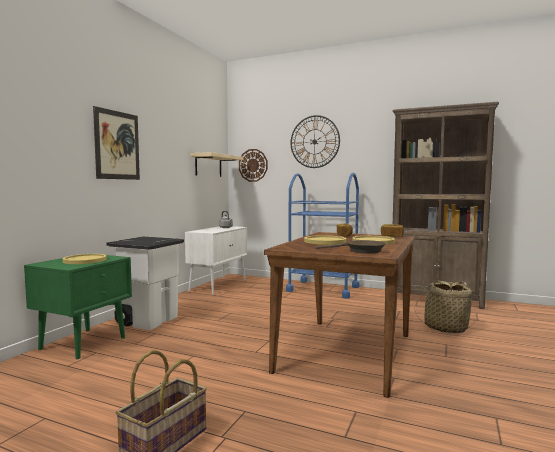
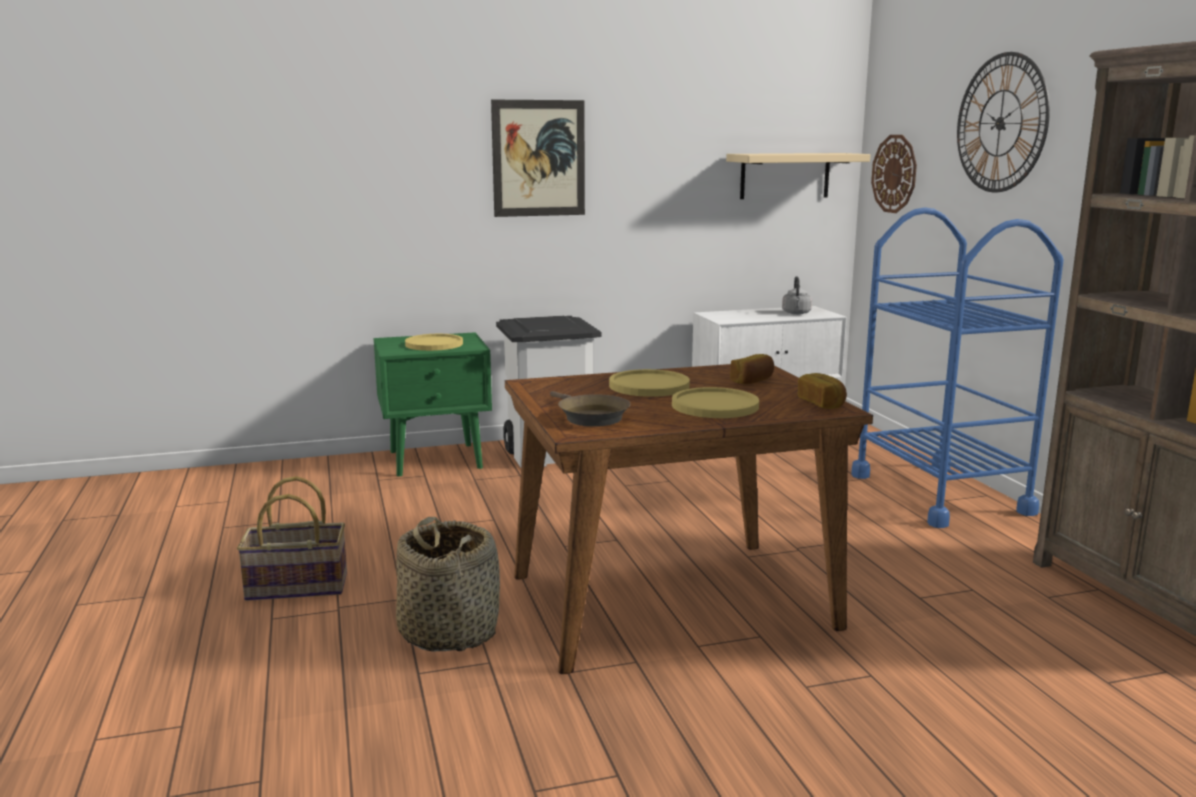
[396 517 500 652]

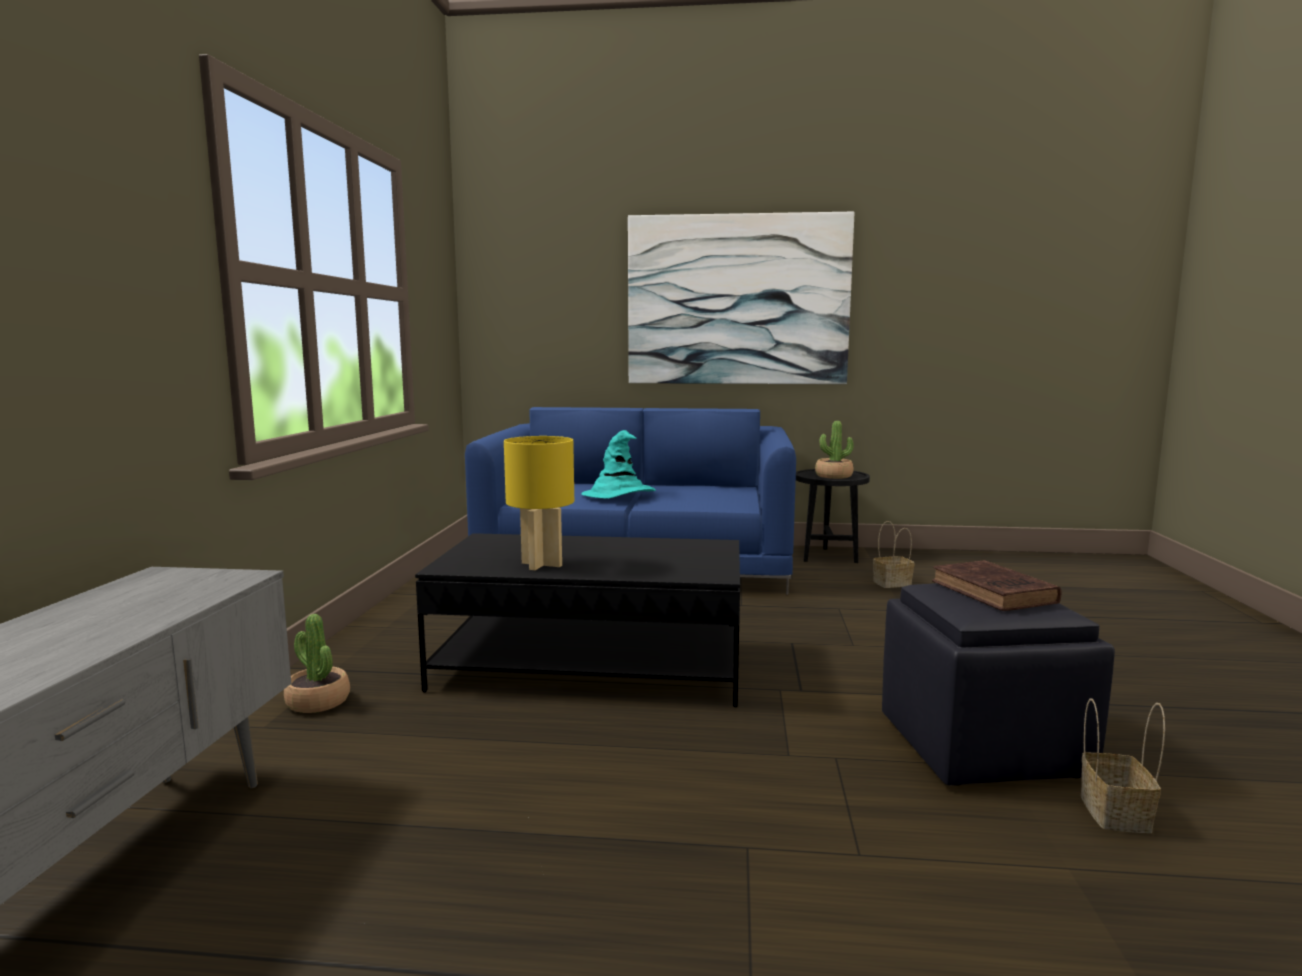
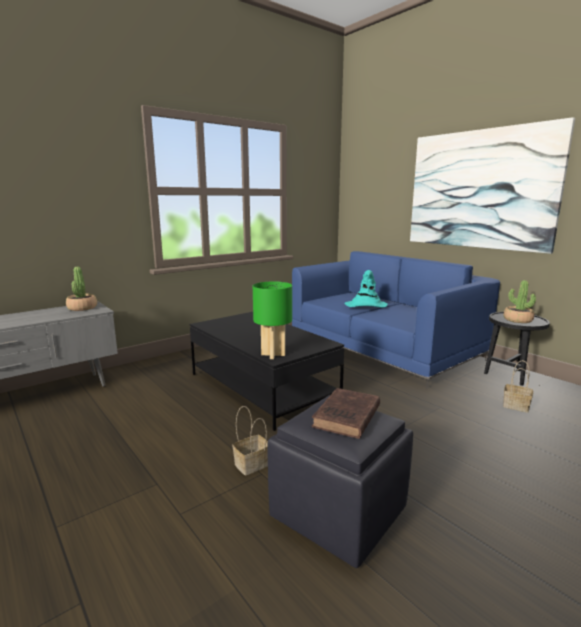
[504 436 574 570] (first image)
[253 281 292 359]
[66 267 97 311]
[233 406 268 475]

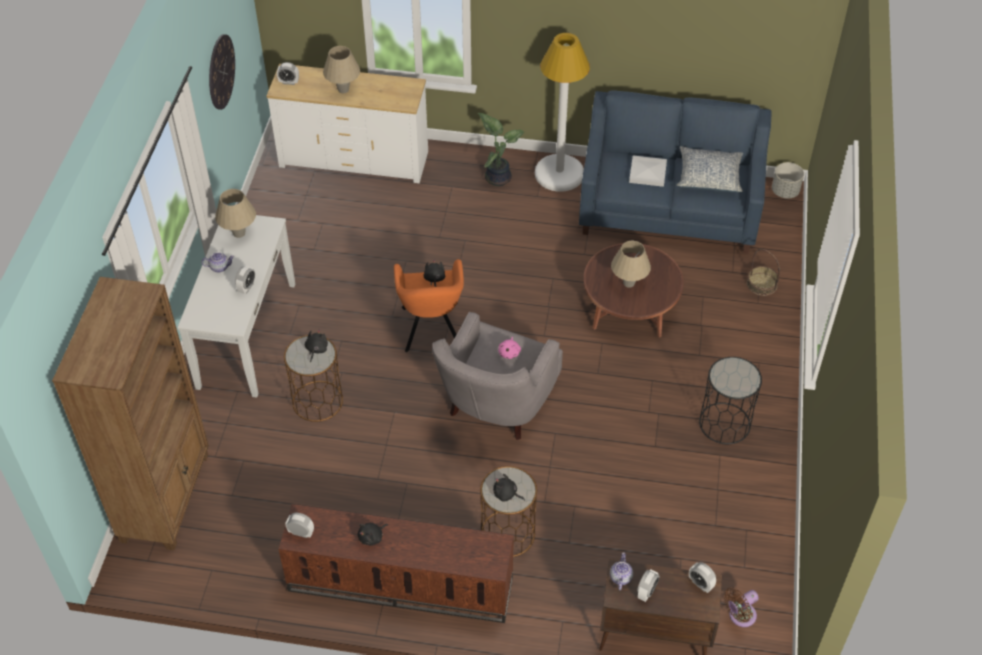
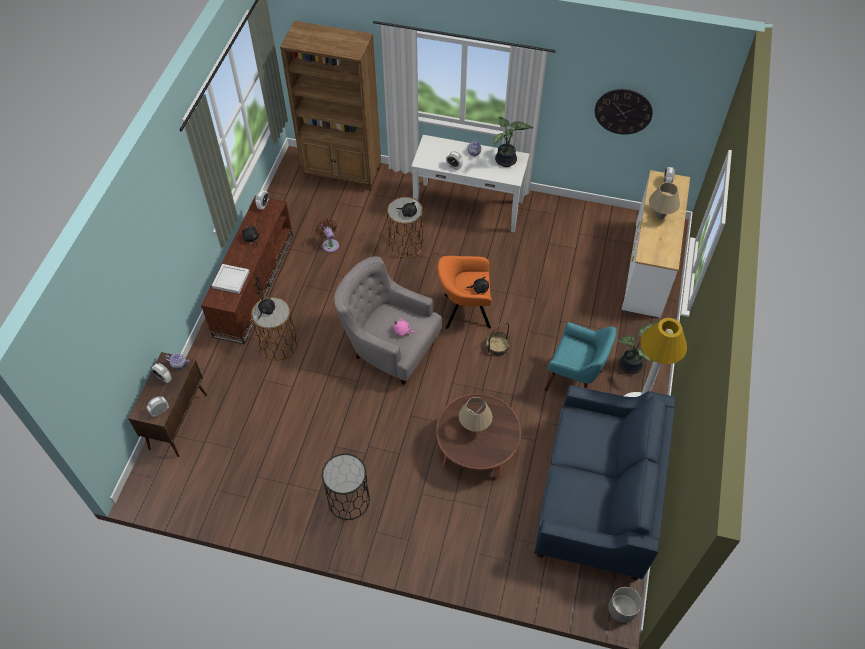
[676 146 743 193] (first image)
[545 322 617 391]
[212 264 249 294]
[315 219 339 253]
[485 322 510 357]
[493 117 533 167]

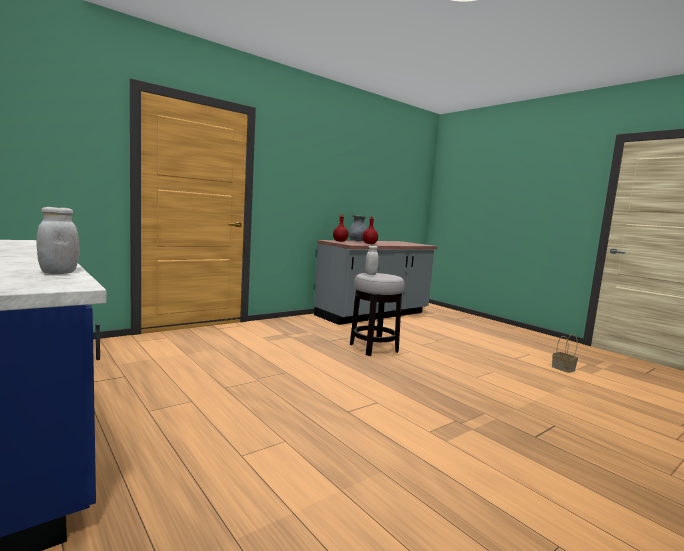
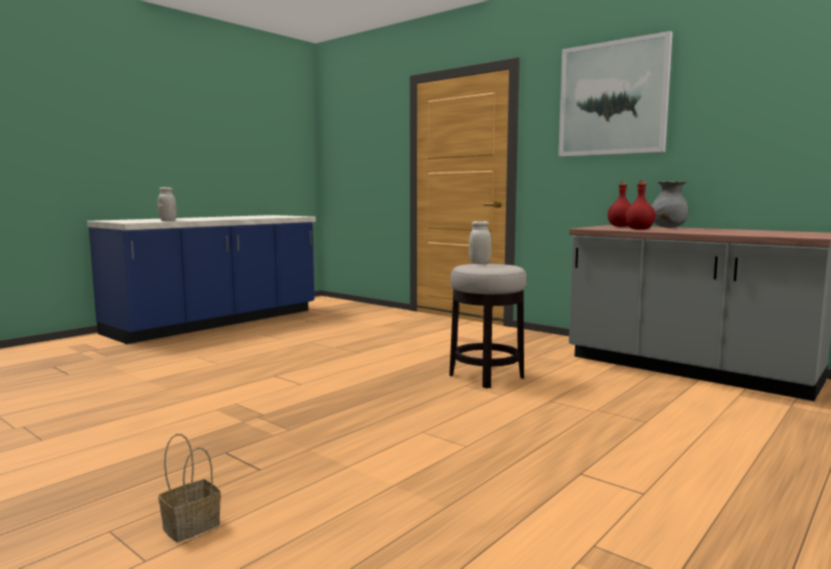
[558 31 673 157]
[158 434 221 542]

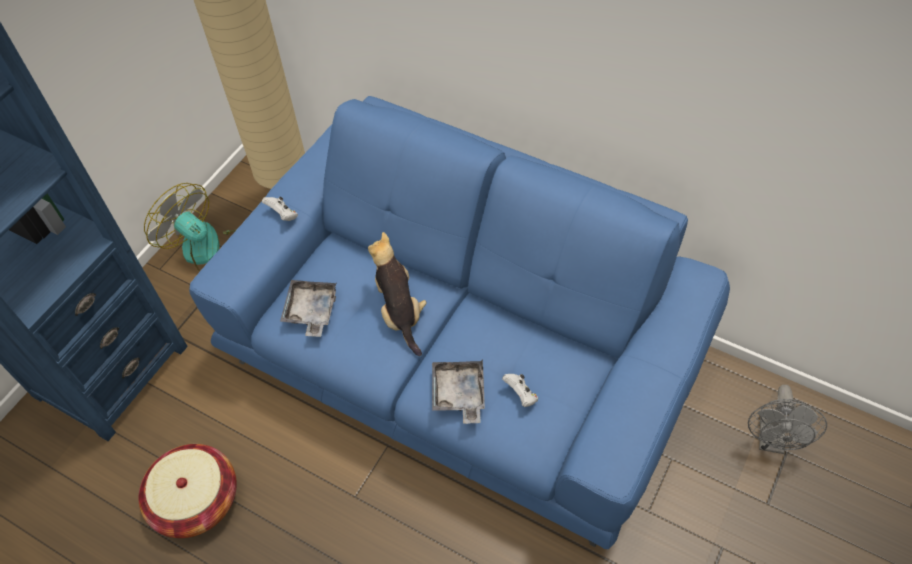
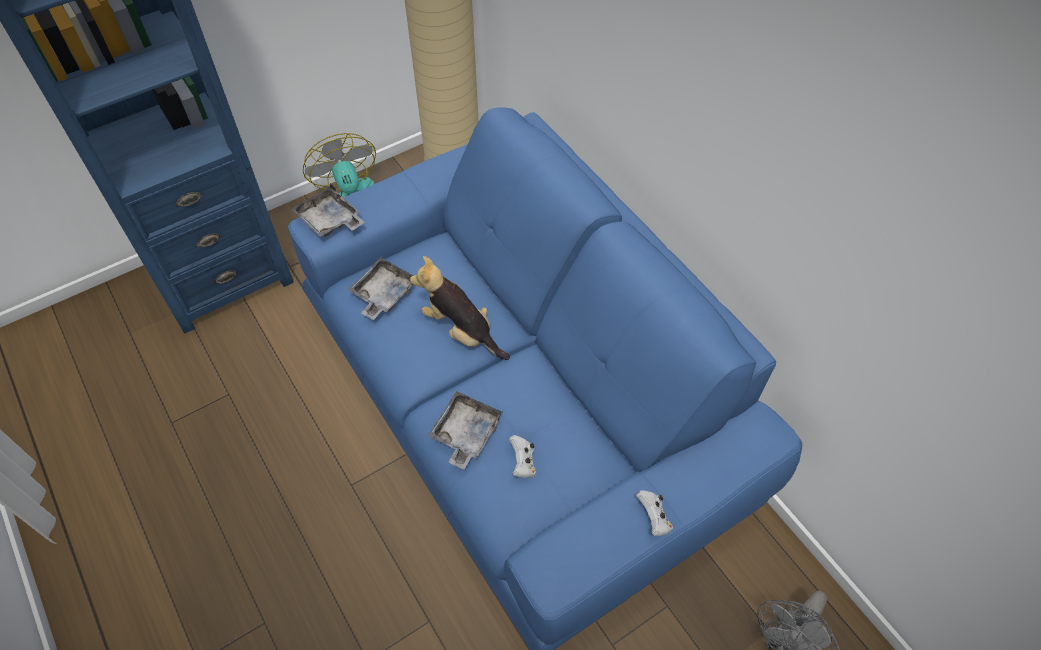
[139 444 237 538] (first image)
[291 183 365 237]
[636 490 673 536]
[410 256 510 360]

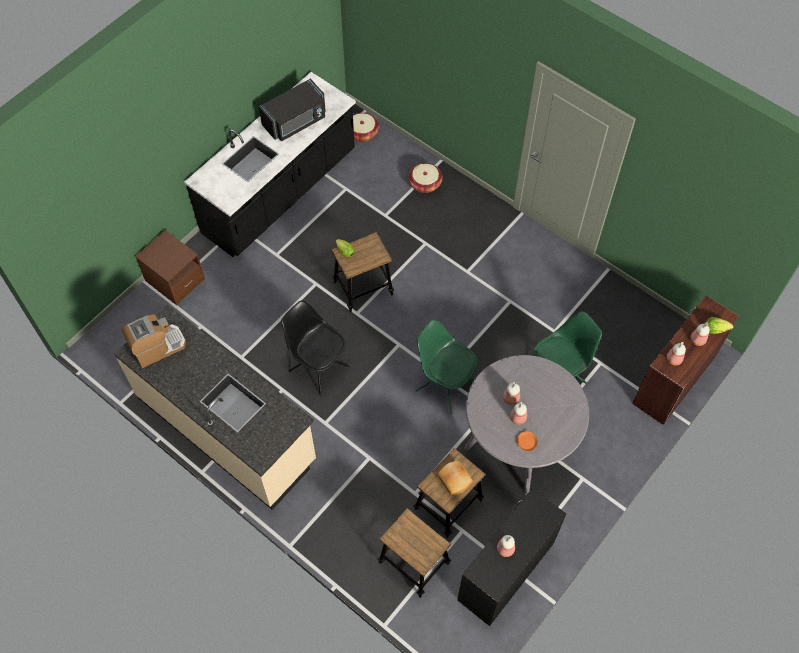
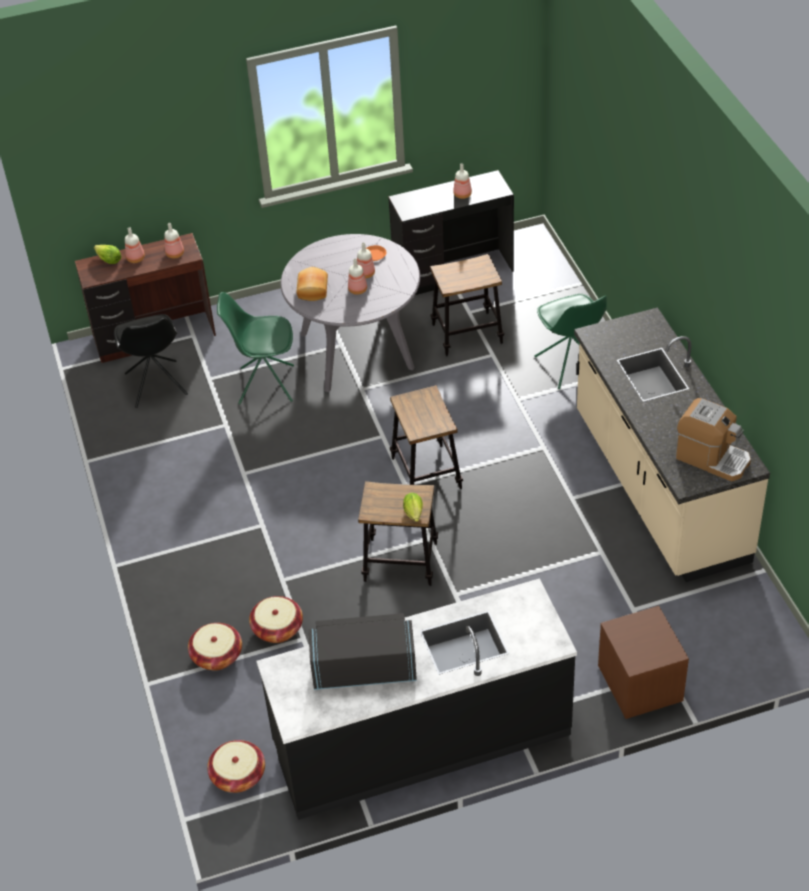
[249 596 303 643]
[114 314 188 408]
[390 385 463 489]
[534 294 607 389]
[297 267 328 301]
[676 398 751 482]

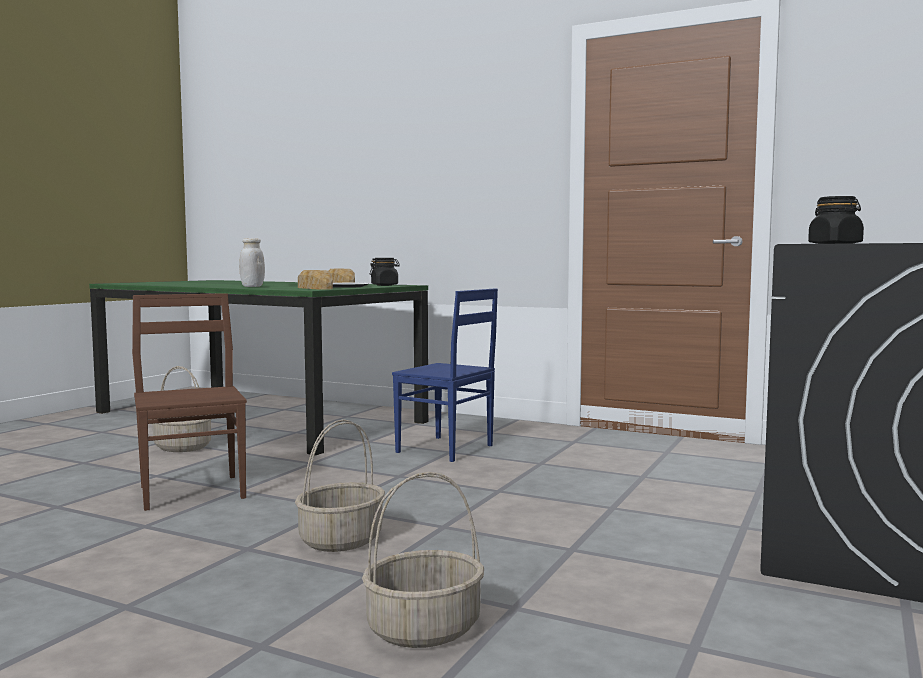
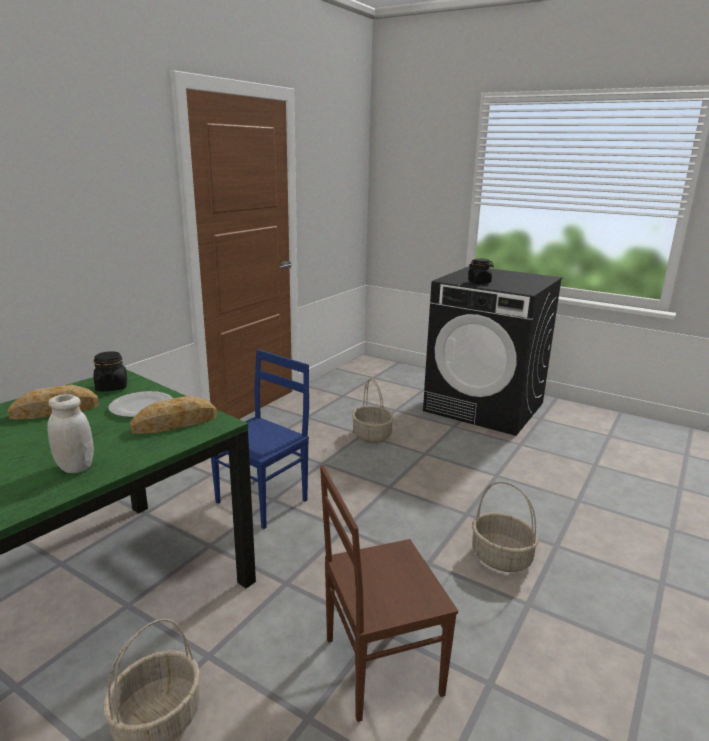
[352 378 394 443]

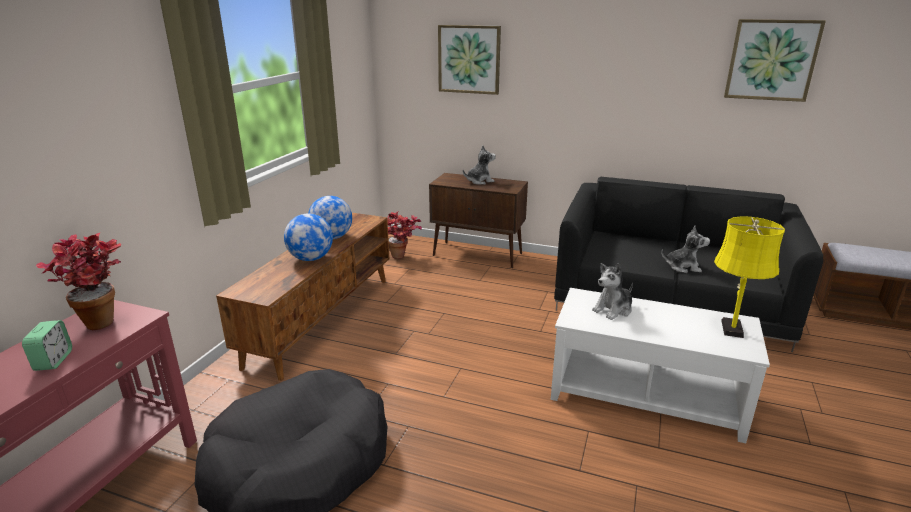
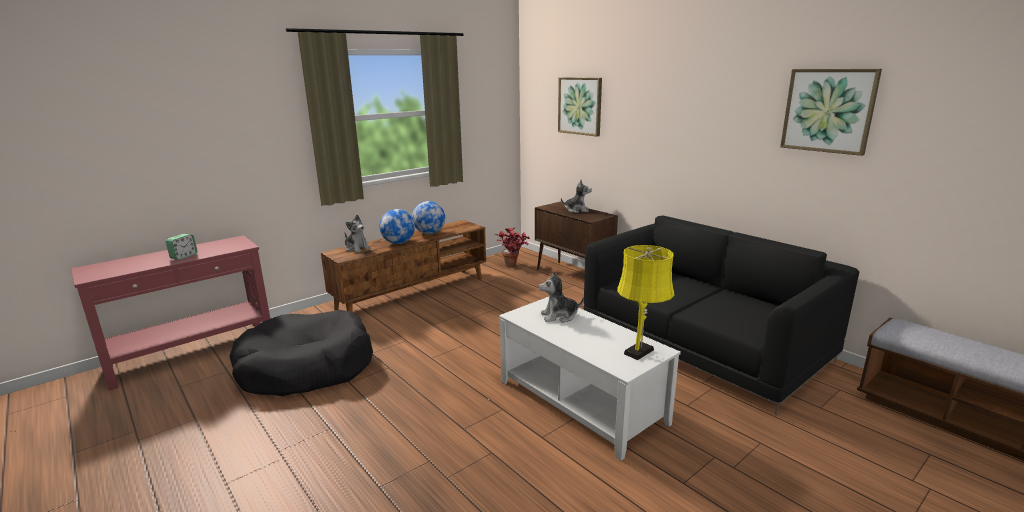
[36 233 121 330] (first image)
[345 215 371 253]

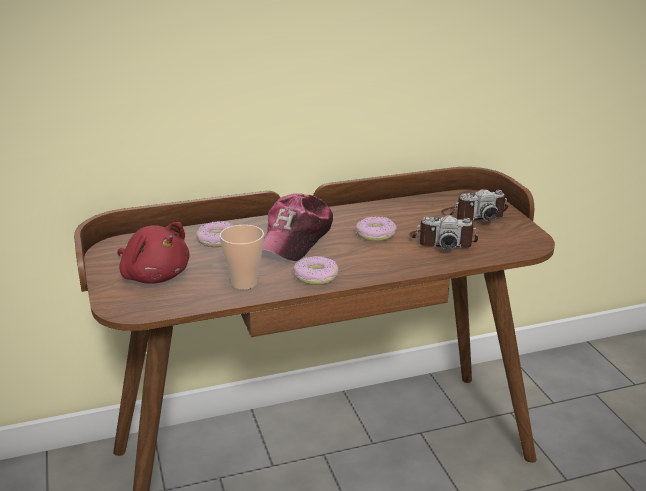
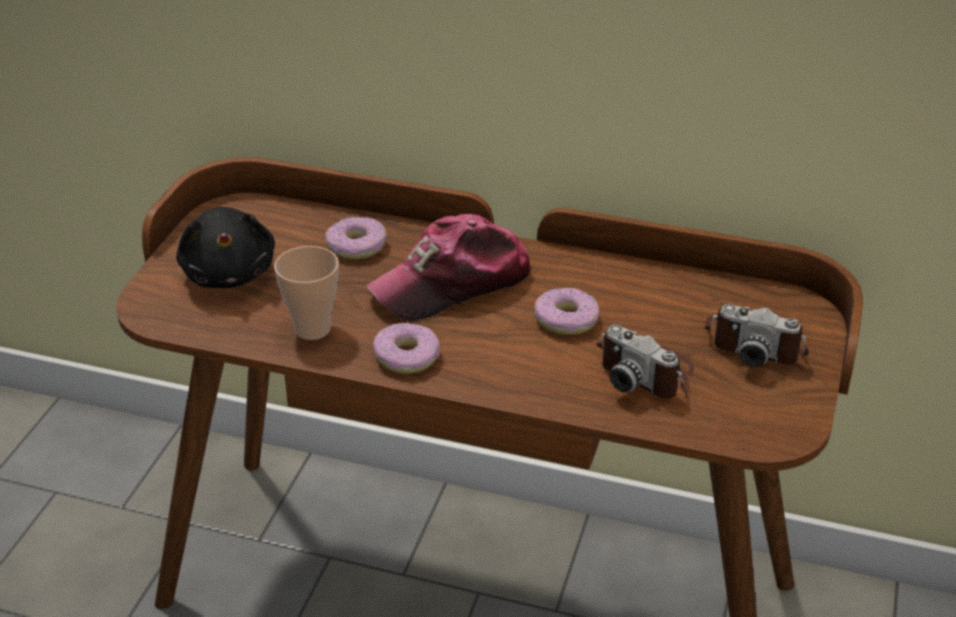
[176 207 275 288]

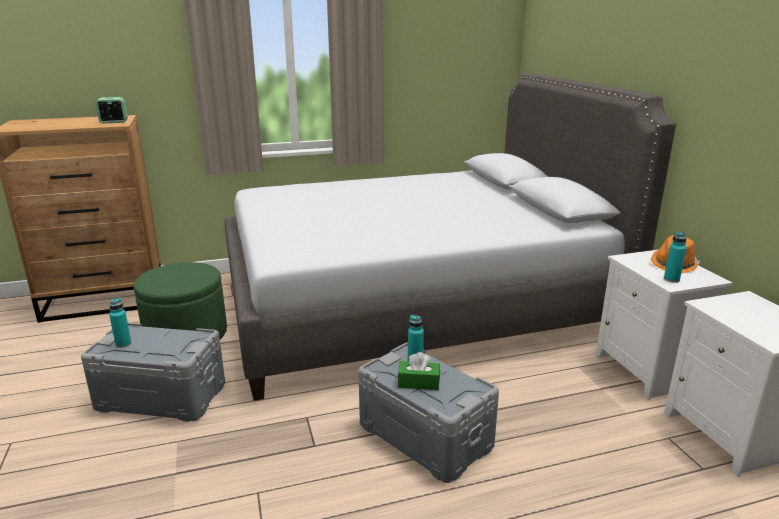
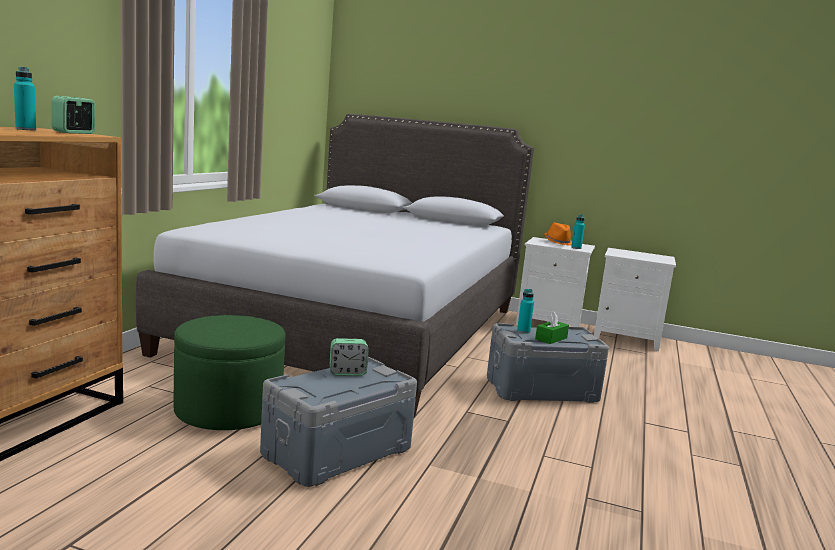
[330 338 369 376]
[14 67 36 130]

